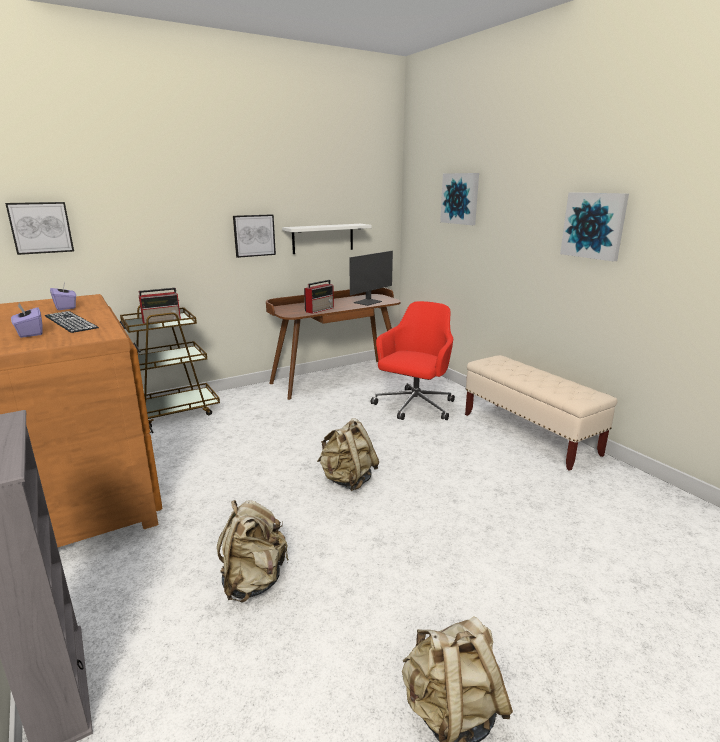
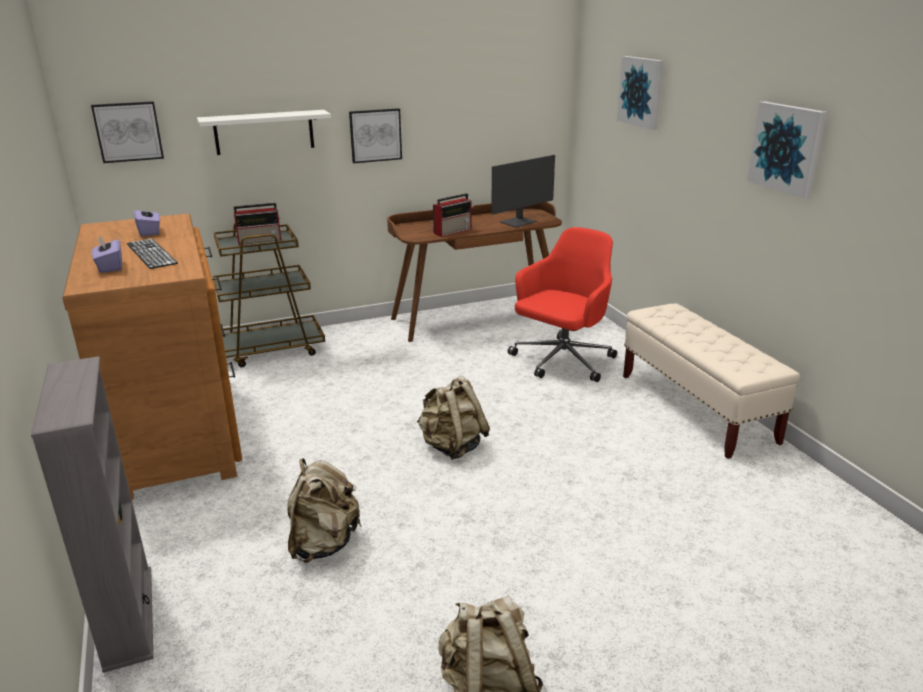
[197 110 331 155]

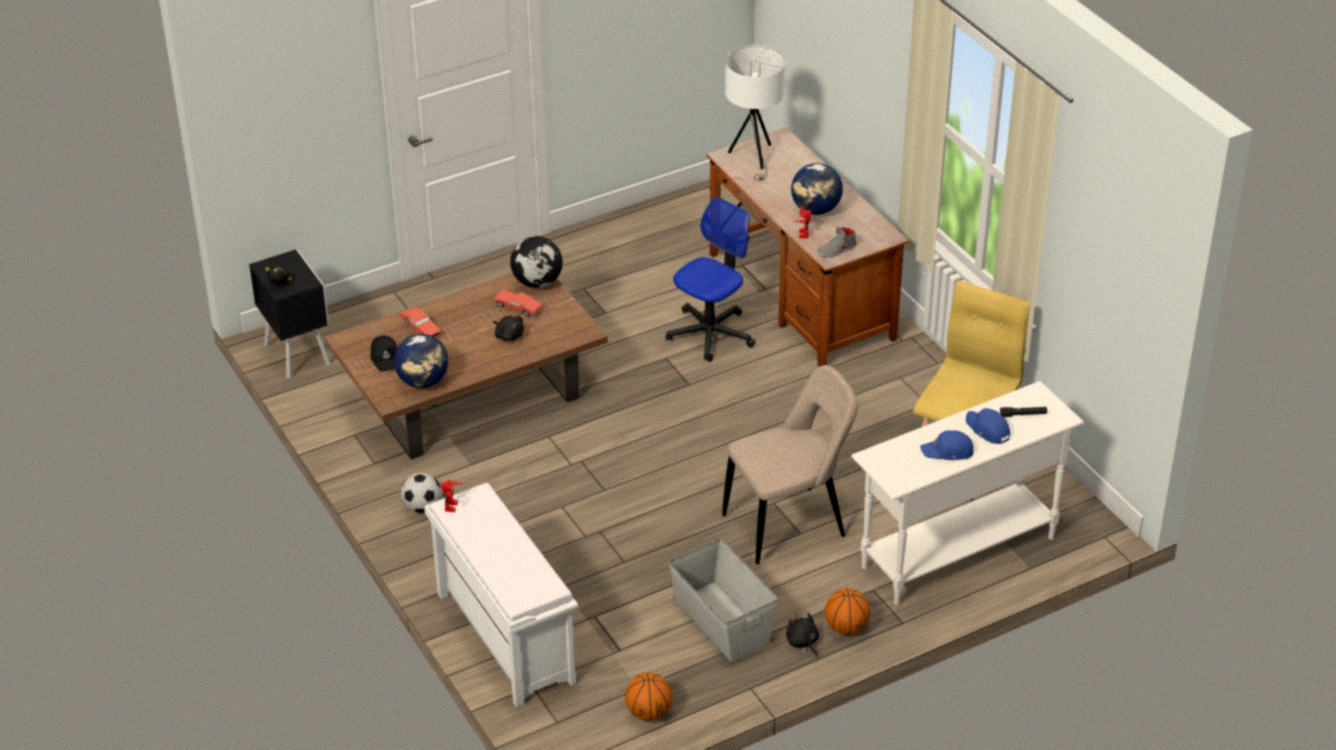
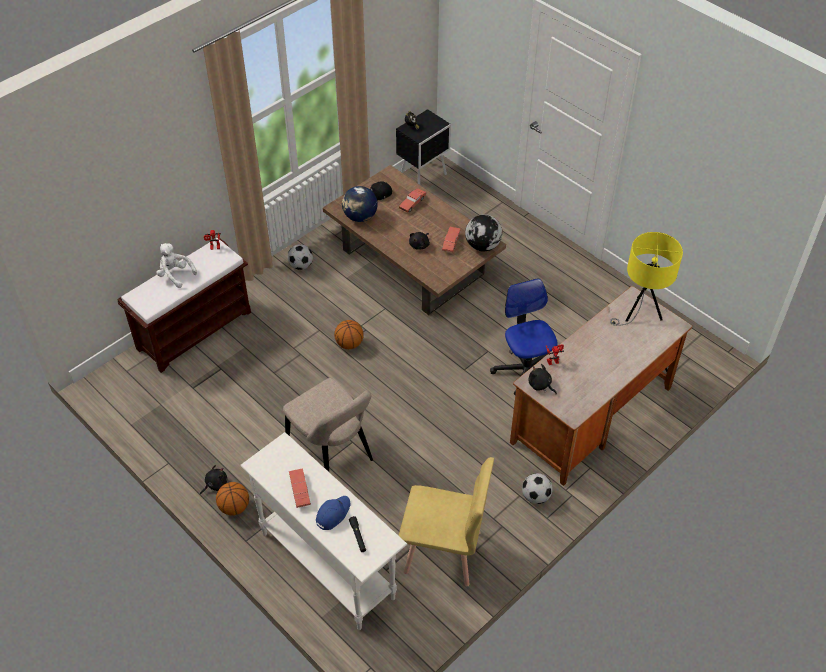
[669 538 778 661] (first image)
[791 163 843 215] (first image)
[157 243 197 288]
[522 473 553 504]
[334 320 364 349]
[529 364 557 394]
[289 468 311 508]
[117 238 251 373]
[610 232 683 326]
[490 278 558 395]

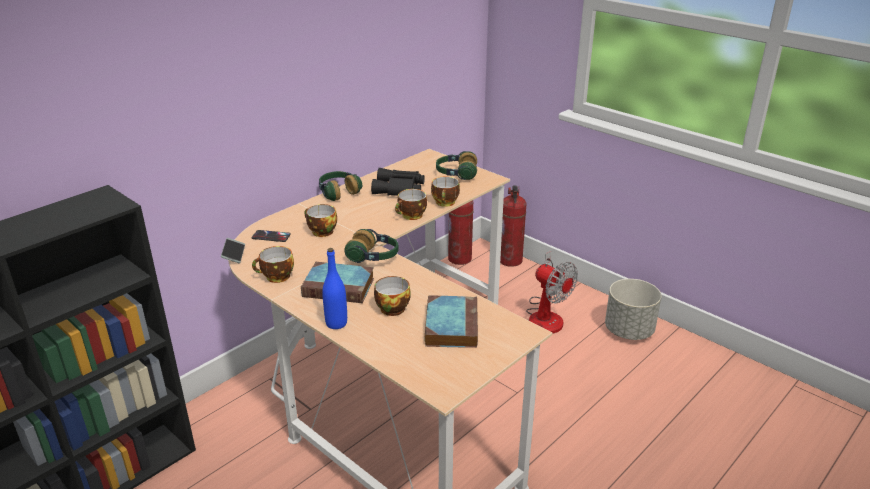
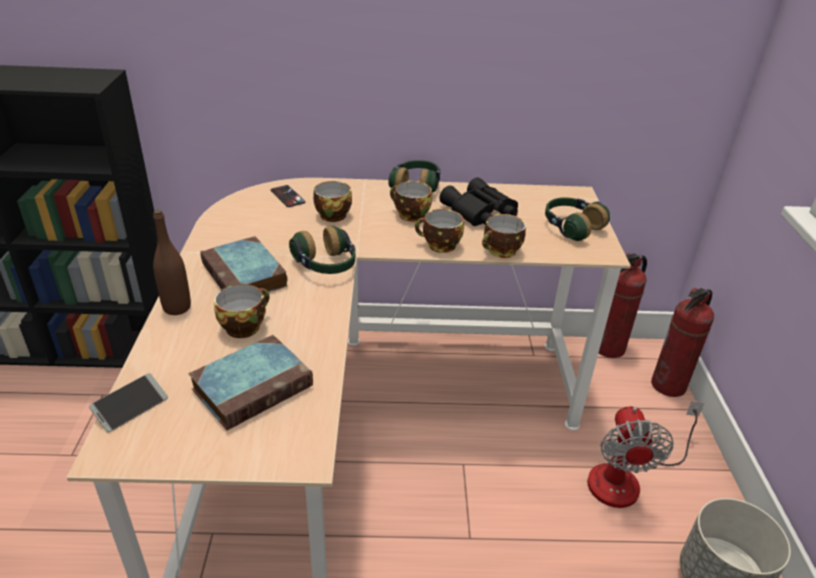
[89 373 168 432]
[390 181 432 222]
[153 210 191 315]

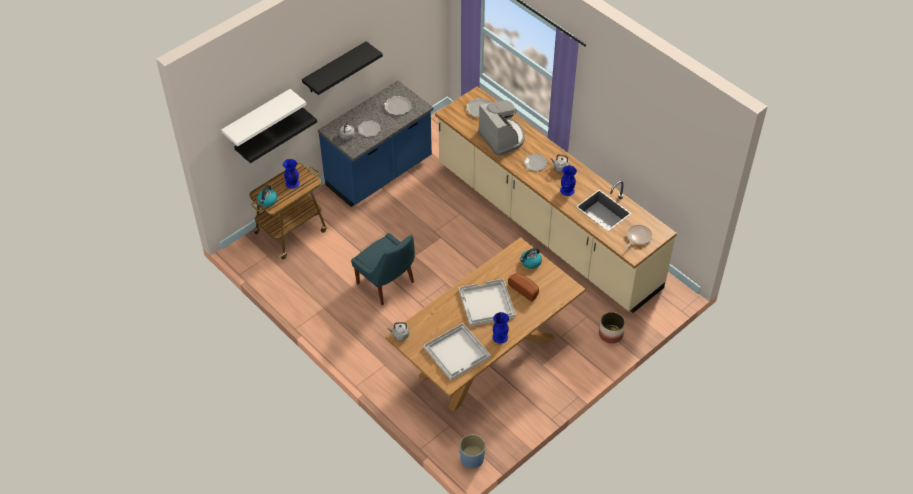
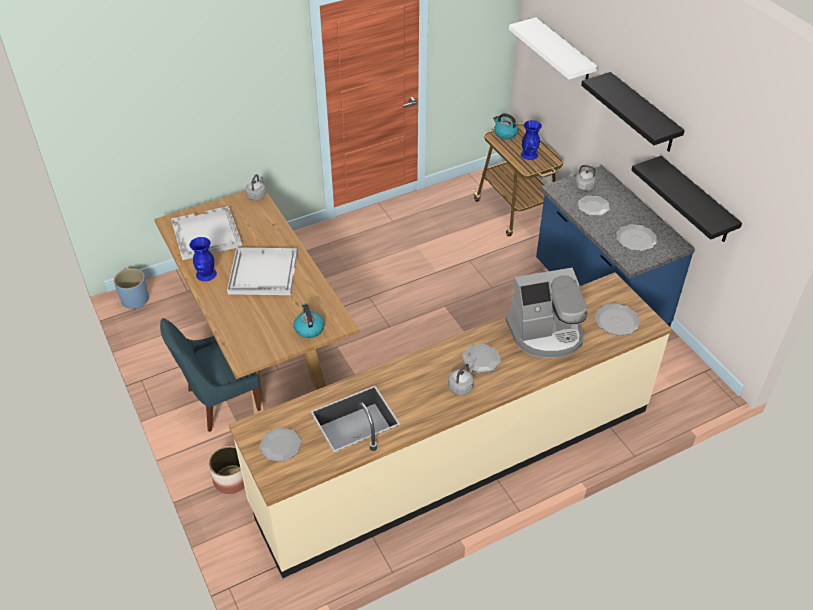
[508 273 539 302] (first image)
[560 166 577 196] (first image)
[631 156 742 242]
[160 318 261 432]
[259 428 302 462]

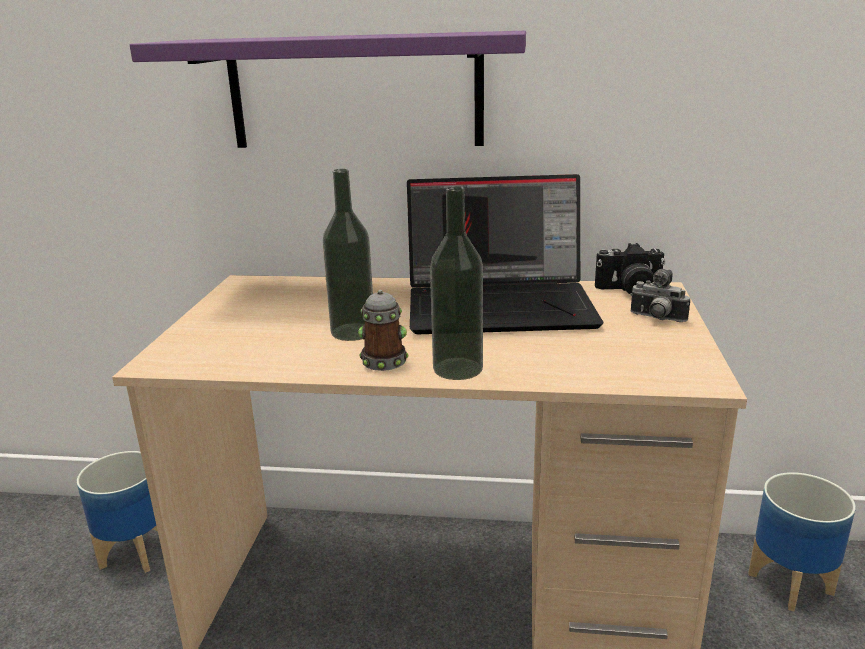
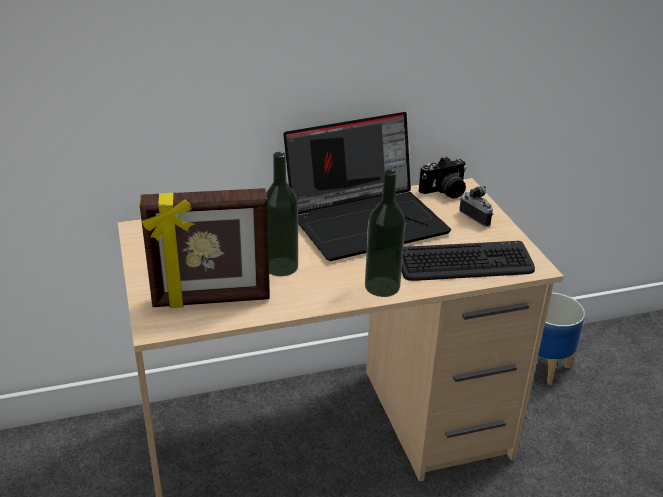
[77 451 158 573] (first image)
[130 31 526 148] (first image)
[358 290 408 371] (first image)
[140 188 270 308]
[402 241 535 281]
[459 186 493 227]

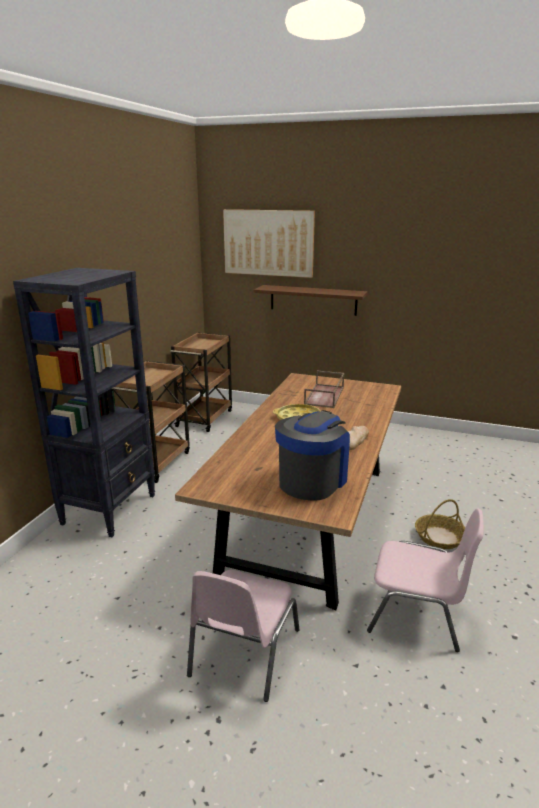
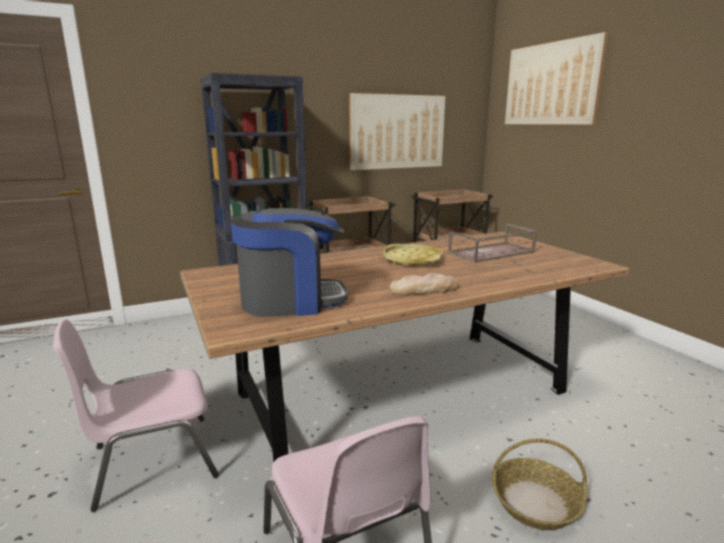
[253 285 368 316] (first image)
[349 93 446 170]

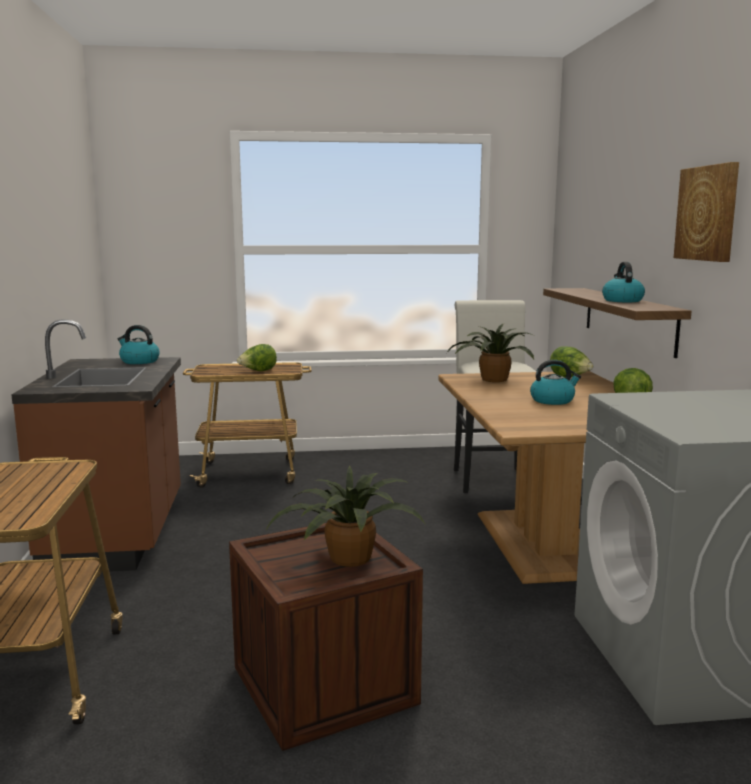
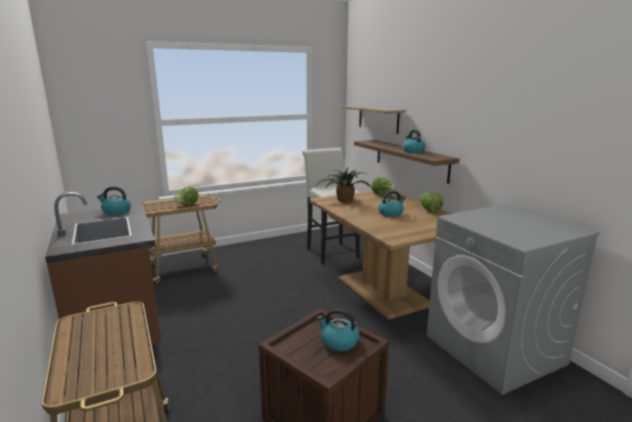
[674 162 739 262] (first image)
[341 105 405 134]
[317 309 360 351]

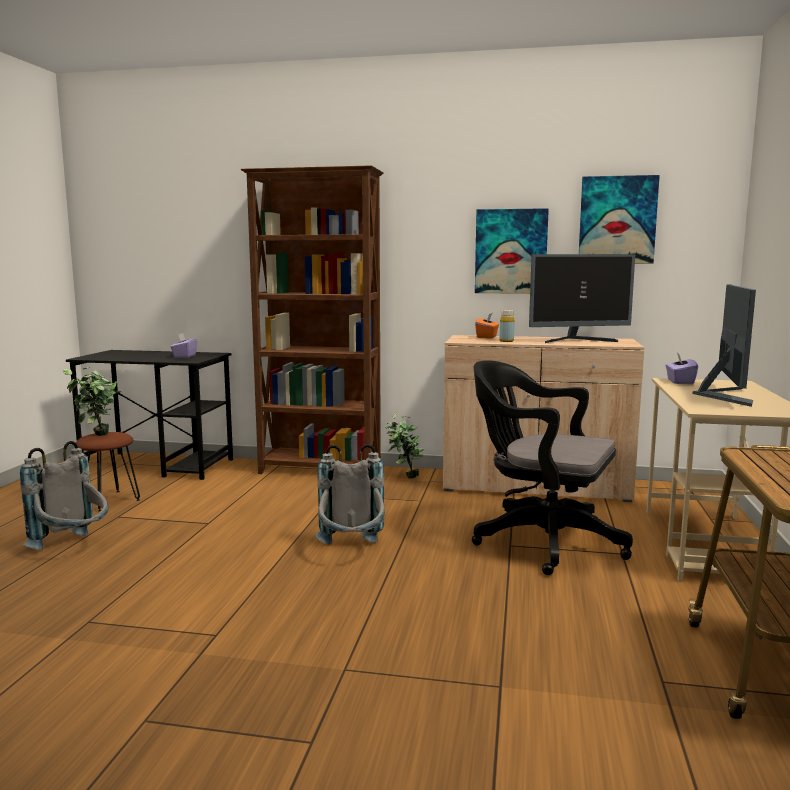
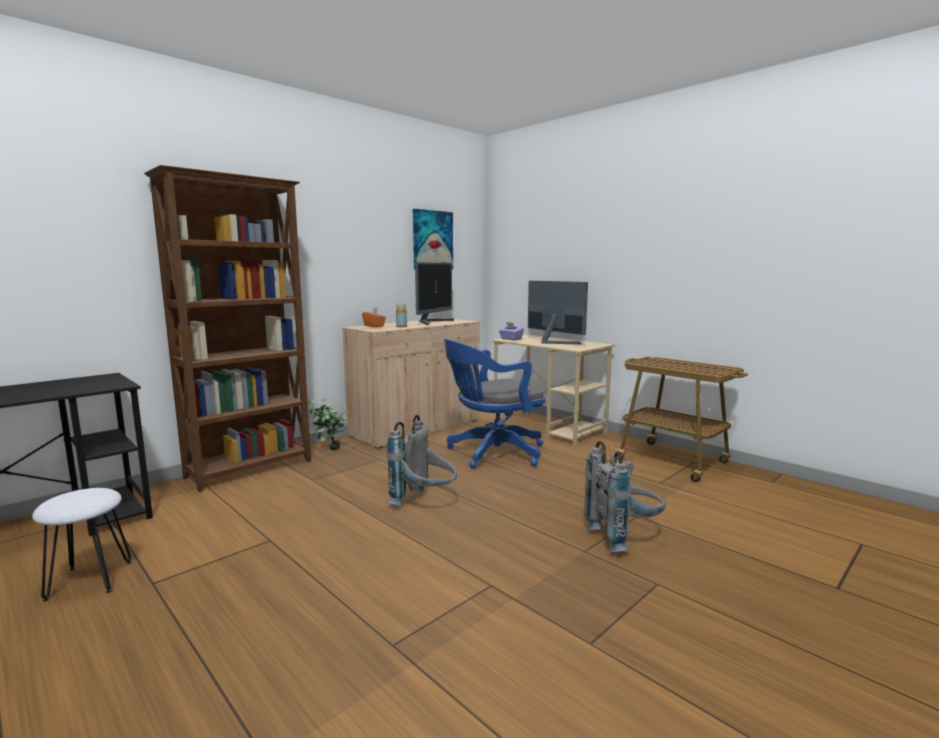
[62 367 121 436] (first image)
[171 333 197 358] (first image)
[475 208 549 294] (first image)
[584 441 666 552]
[32 488 132 602]
[444 339 545 469]

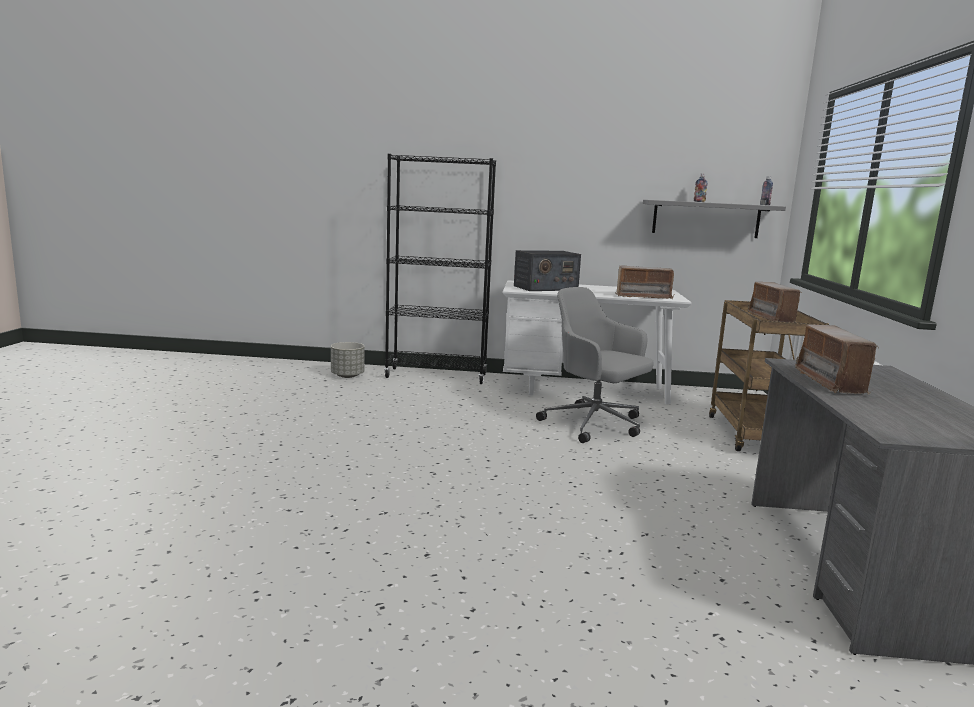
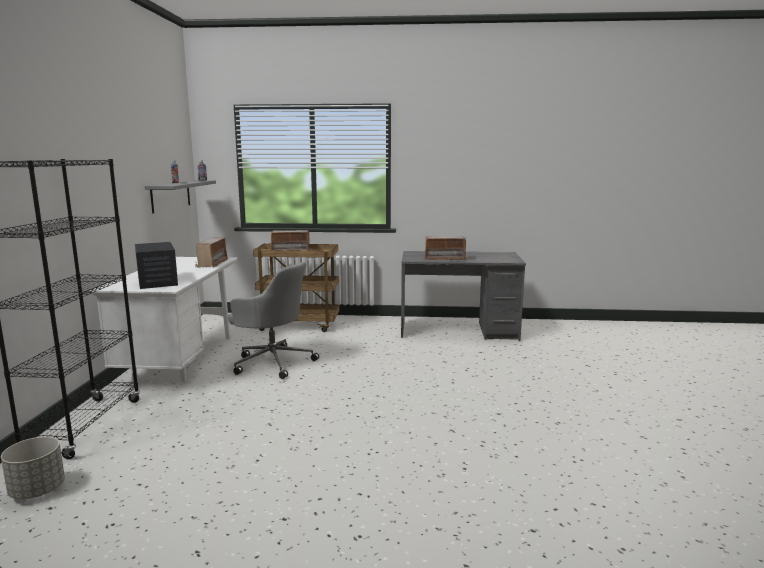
[228 262 319 379]

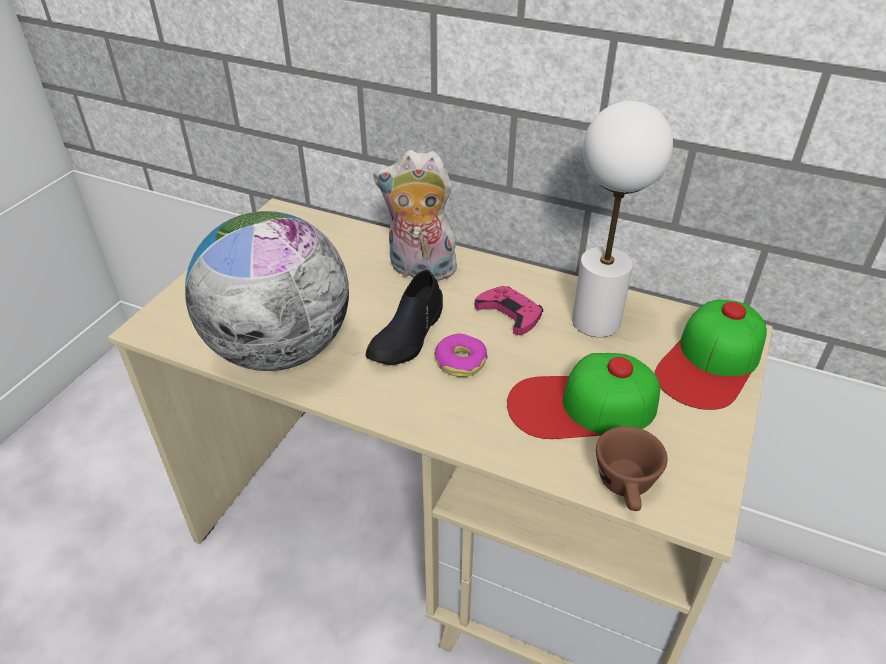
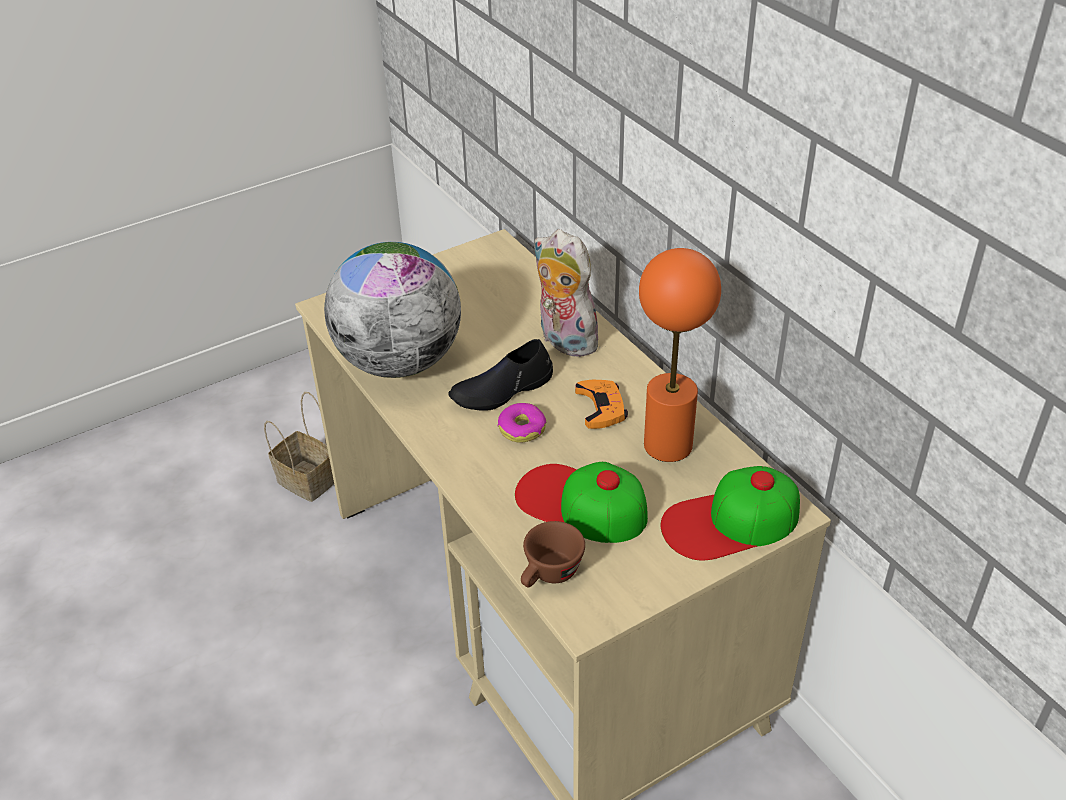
[264 392 334 502]
[575 380 628 429]
[639 248 721 462]

